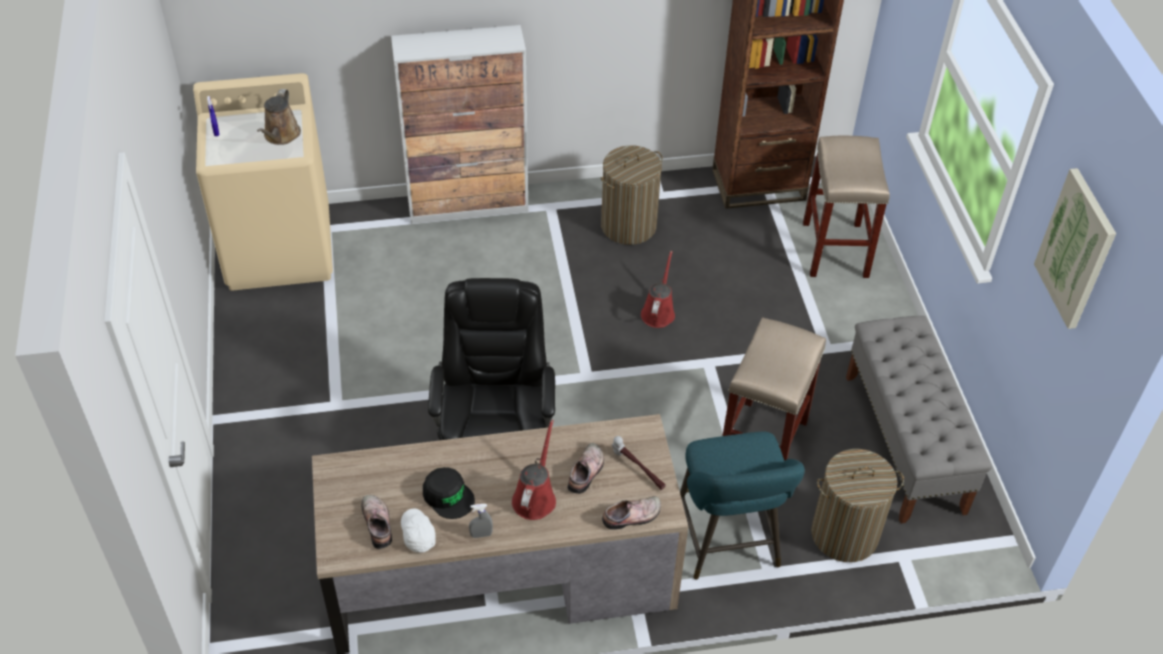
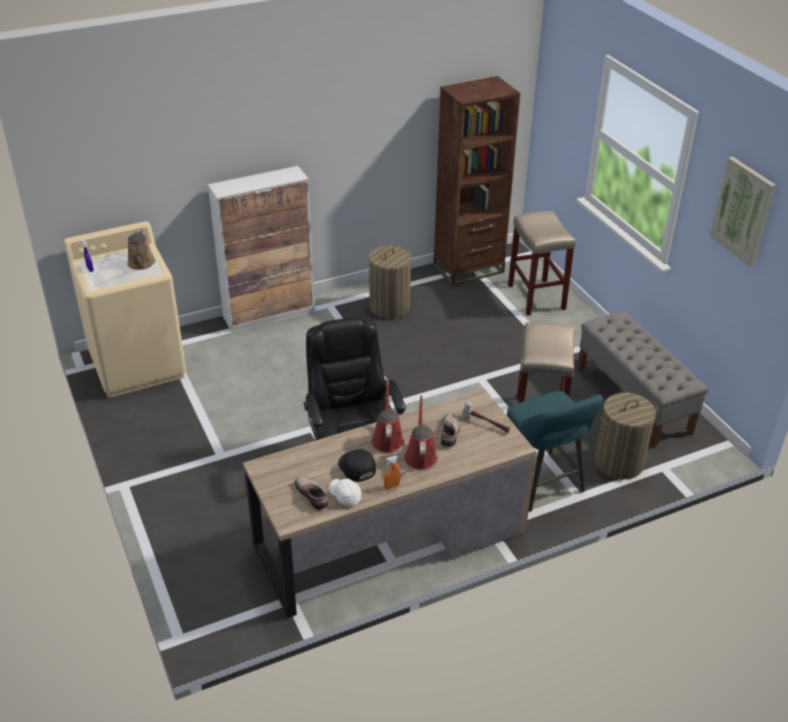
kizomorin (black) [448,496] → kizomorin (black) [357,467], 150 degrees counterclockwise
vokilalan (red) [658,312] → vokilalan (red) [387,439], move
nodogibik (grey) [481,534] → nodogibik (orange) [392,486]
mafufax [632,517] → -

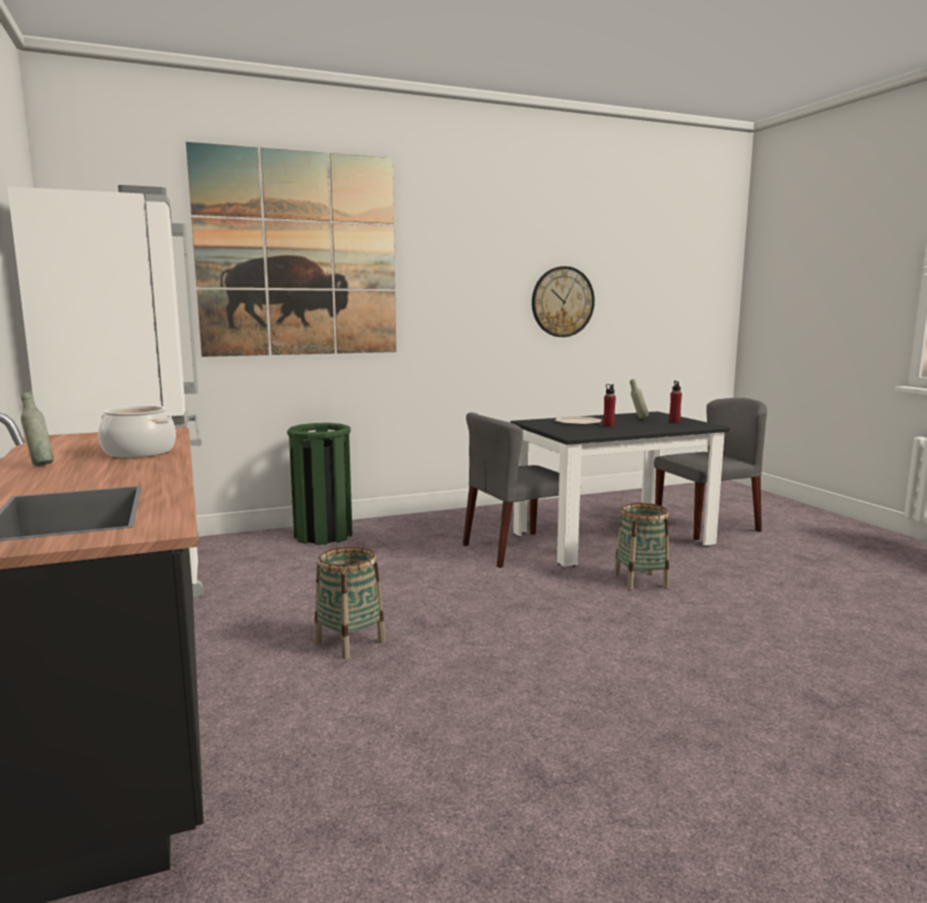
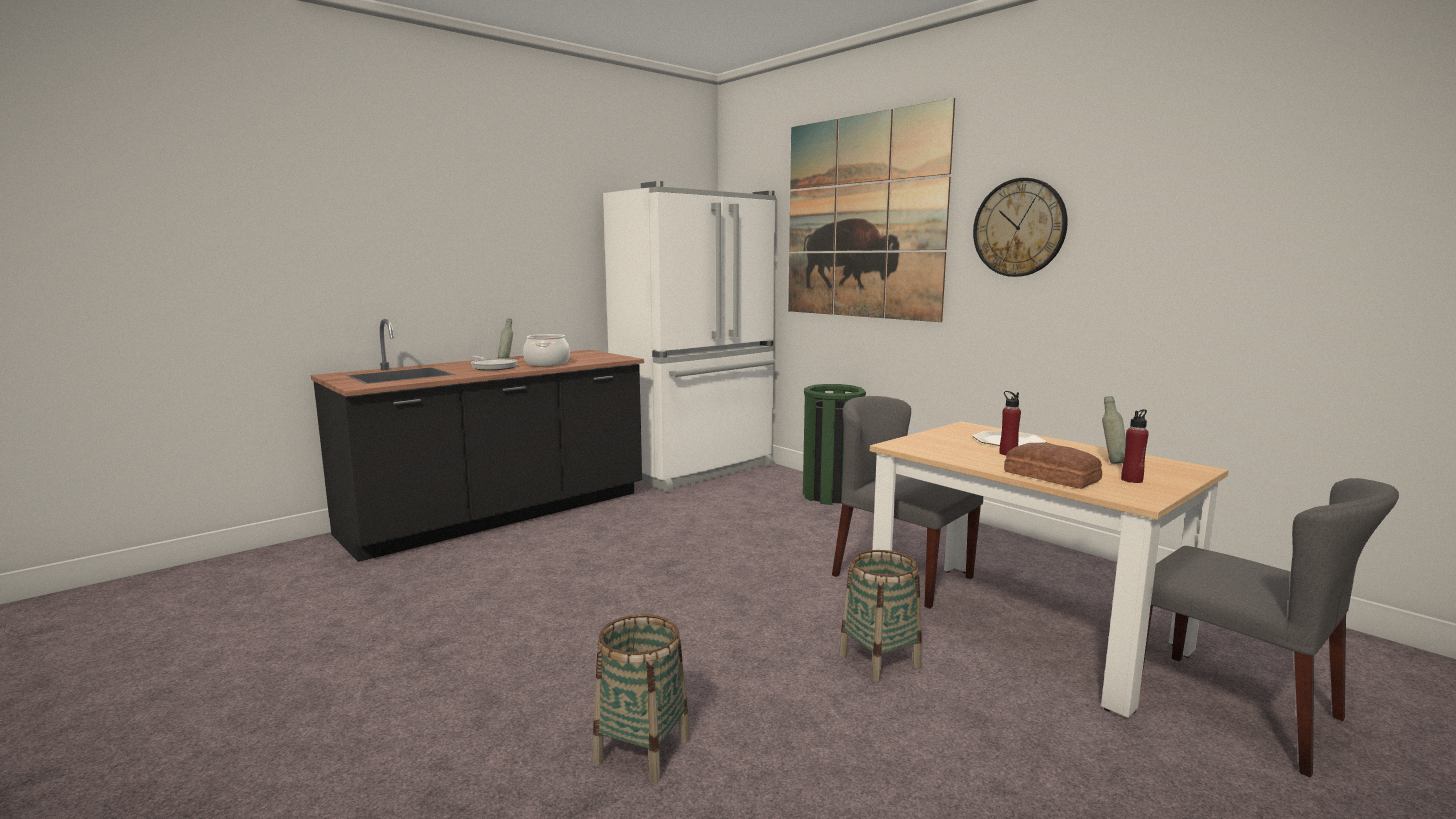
- → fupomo [493,367]
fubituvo [350,642] → fubituvo [642,751], move
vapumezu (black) [612,539] → vapumezu (beige) [1023,629]
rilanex [562,302] → rilanex [1019,228], move
- → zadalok [1051,477]

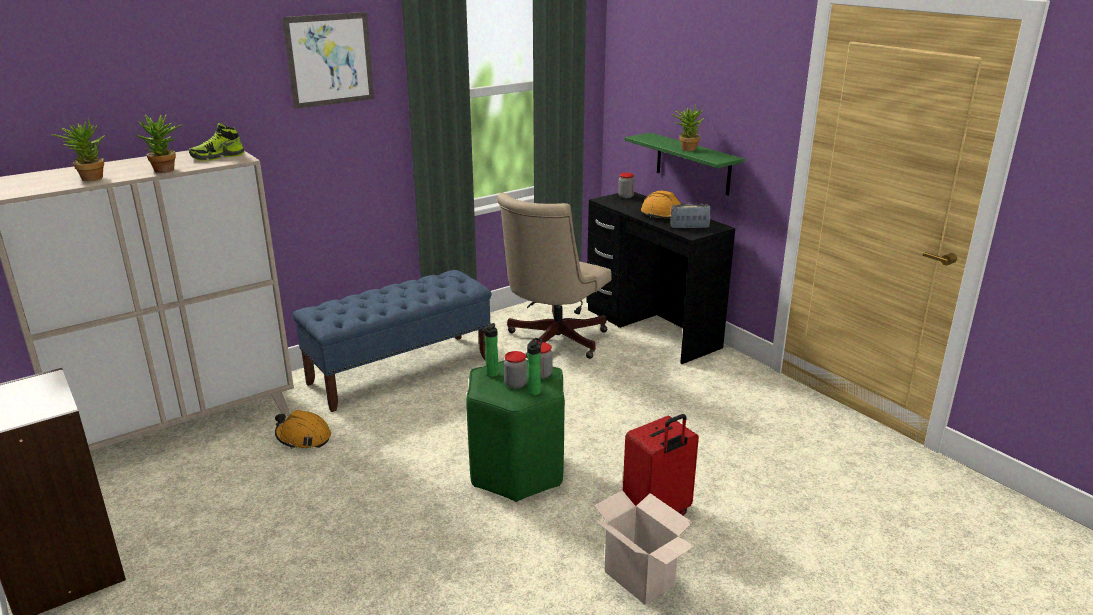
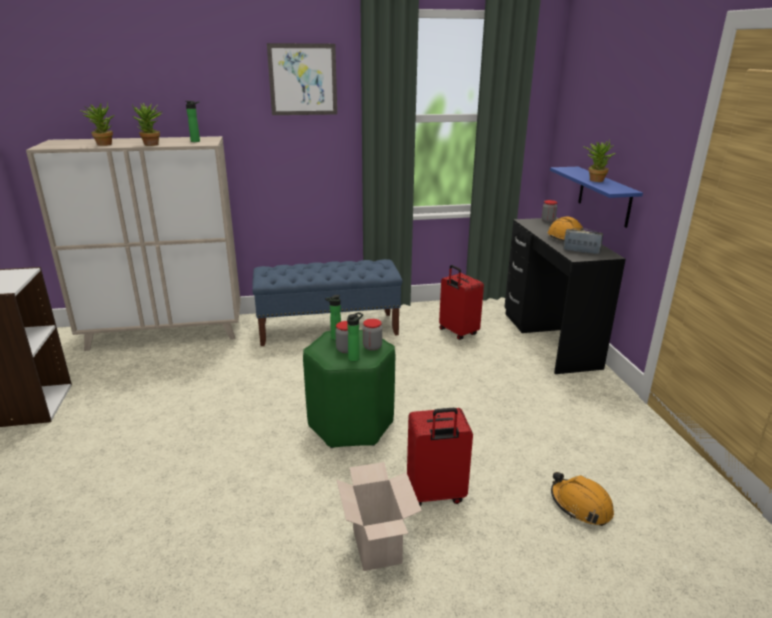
mafufax [218,157] → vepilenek [197,141]
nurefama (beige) [552,342] → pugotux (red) [457,332]
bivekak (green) [693,164] → bivekak (blue) [604,196]
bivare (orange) [303,437] → bivare (orange) [580,506], move

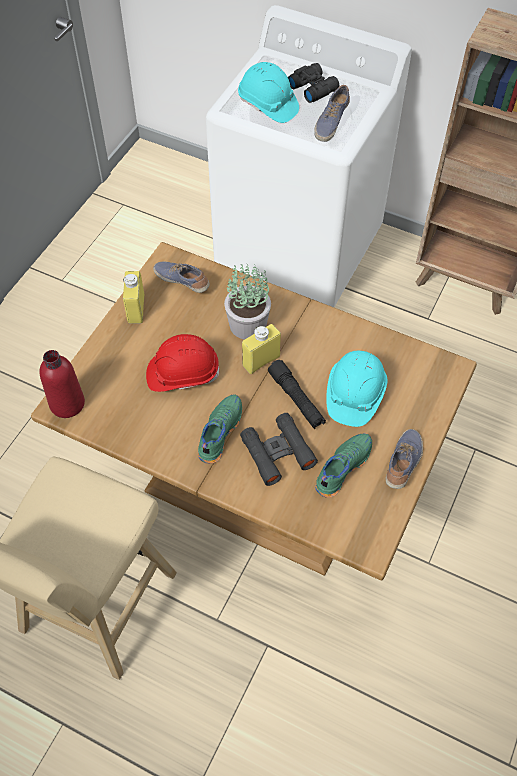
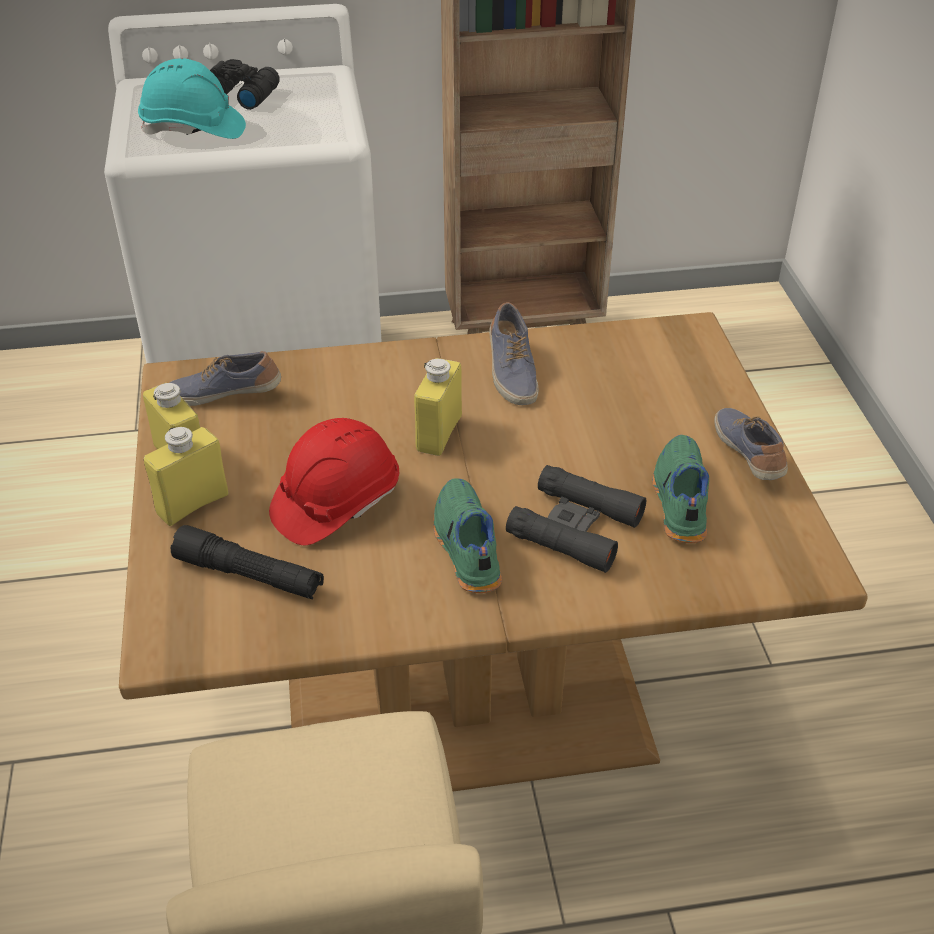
- → vepilenek (yellow) [192,504]
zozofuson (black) [296,399] → zozofuson (black) [249,575], move
mafufax [331,122] → mafufax [511,371], move
vepilenek (red) [67,403] → -
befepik [247,325] → -
bivare (turquoise) [354,395] → -

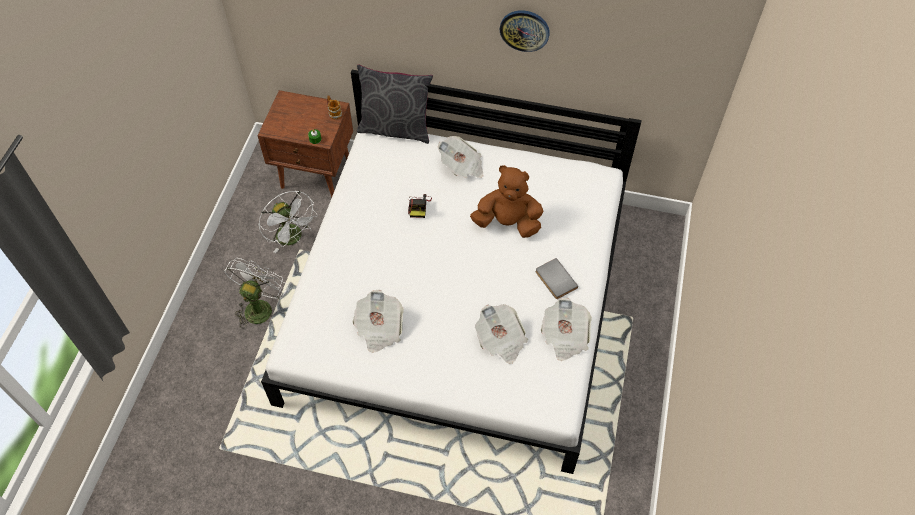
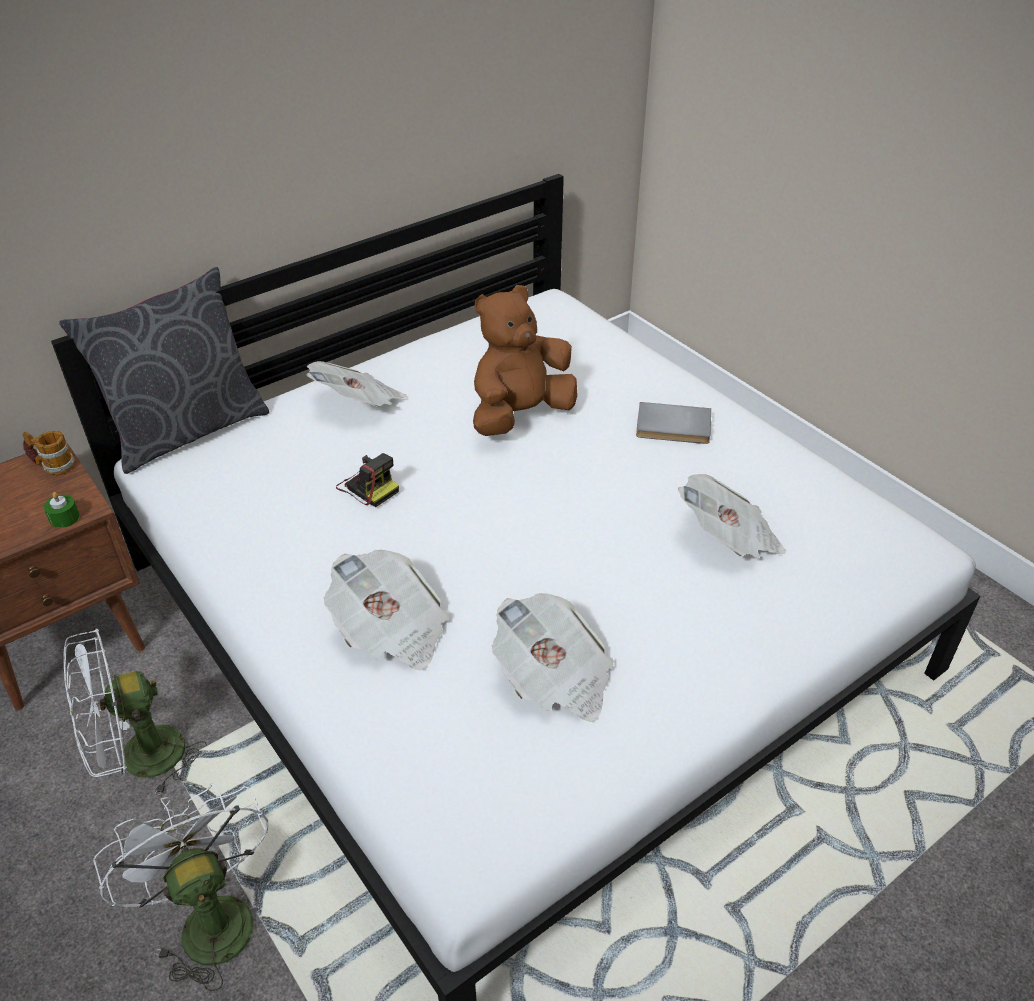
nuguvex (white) [293,238] → nuguvex (white) [139,760], 150 degrees clockwise
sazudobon [565,337] → sazudobon [391,631], move
rilanex [524,30] → -

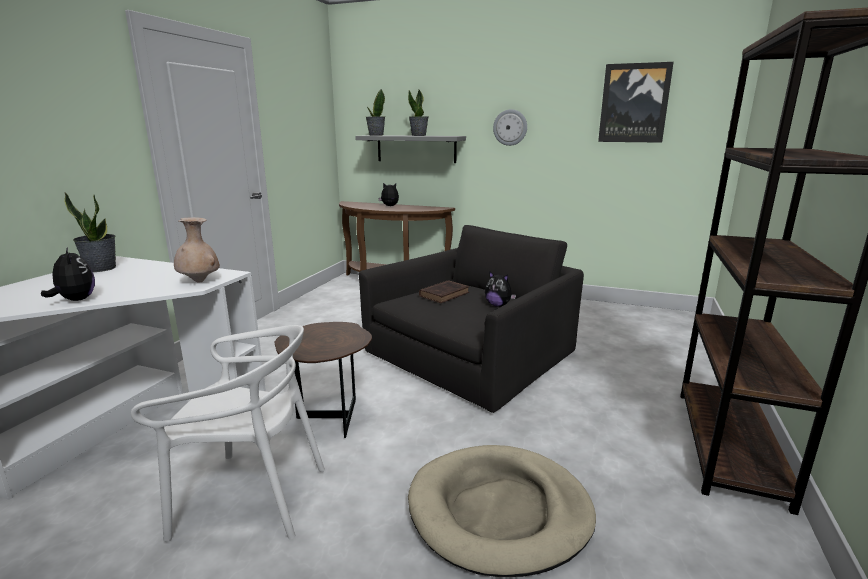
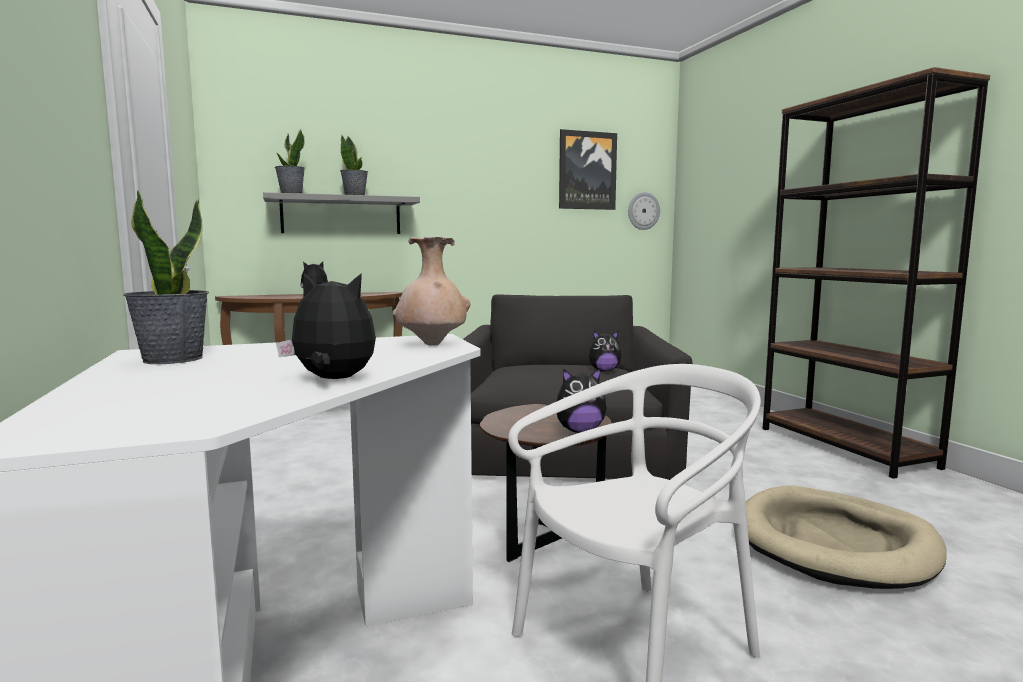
- → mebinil [579,431]
rilanex [510,127] → rilanex [643,211], move
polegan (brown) [445,294] → -

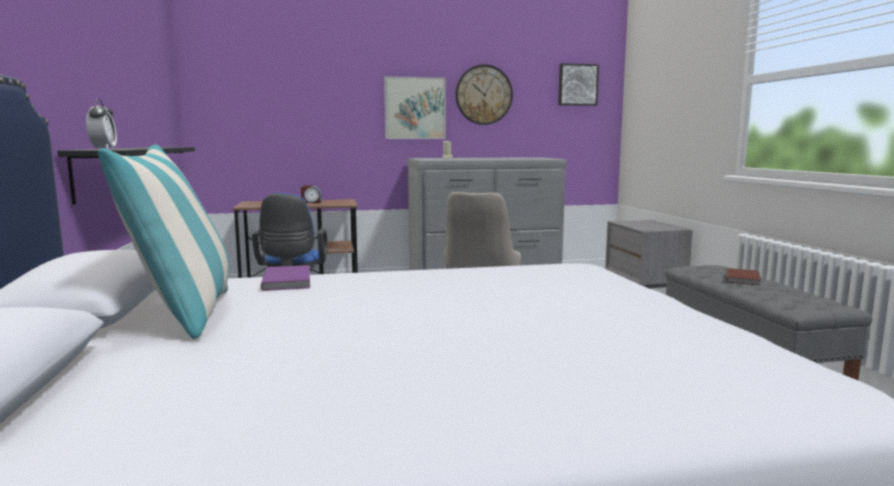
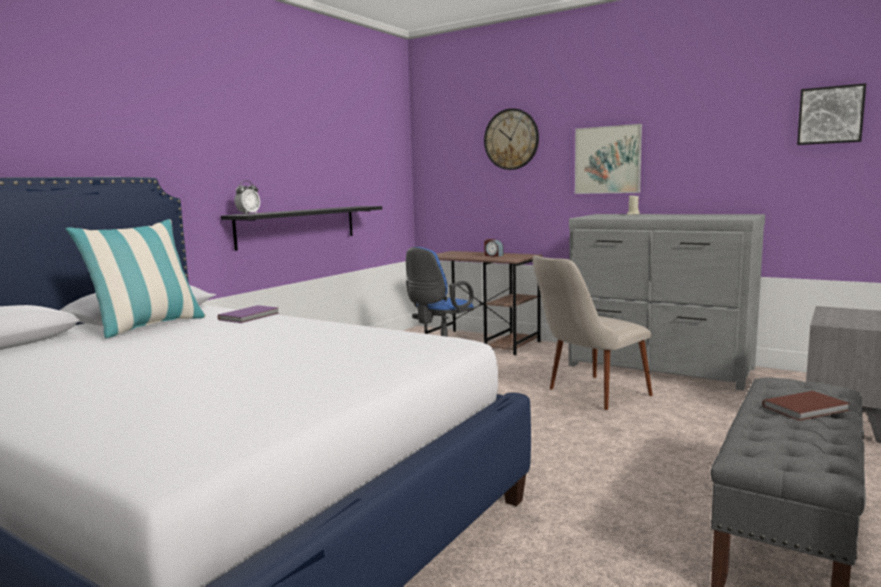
rilanex [483,95] → rilanex [511,139], move

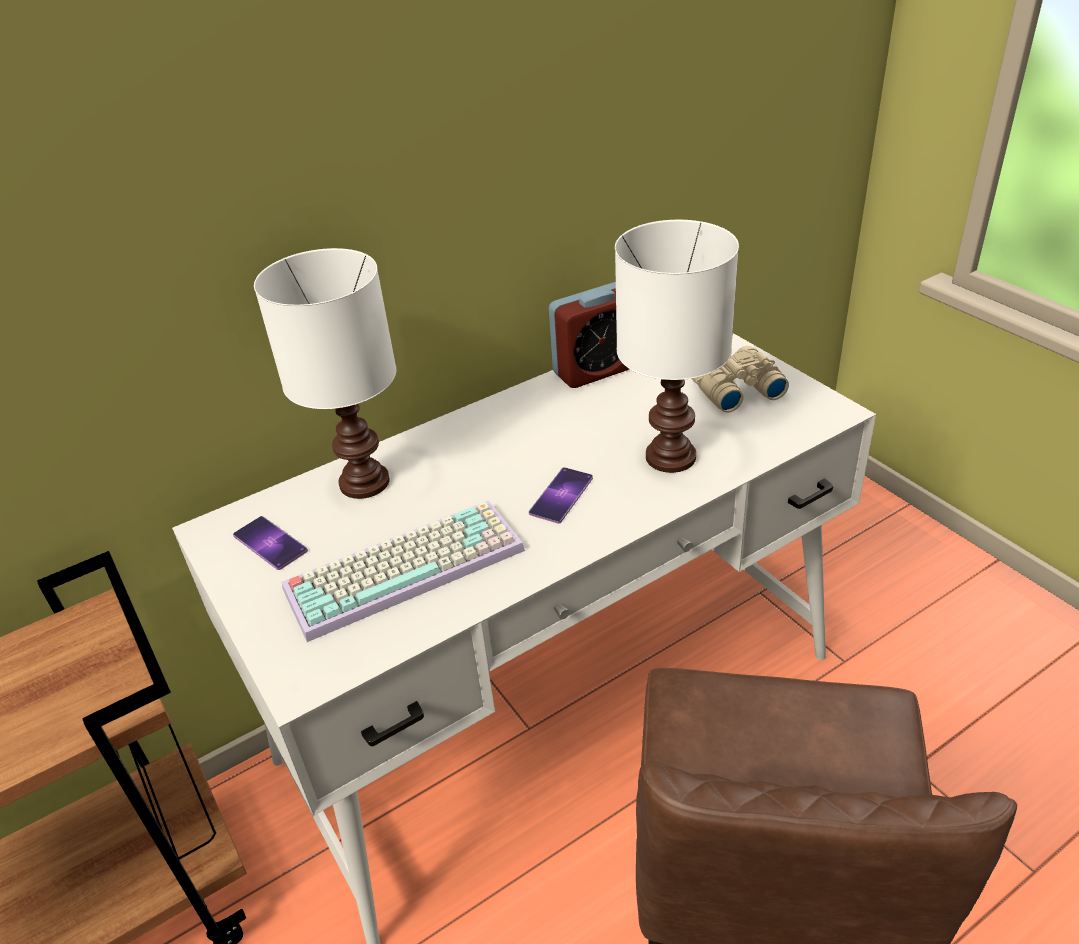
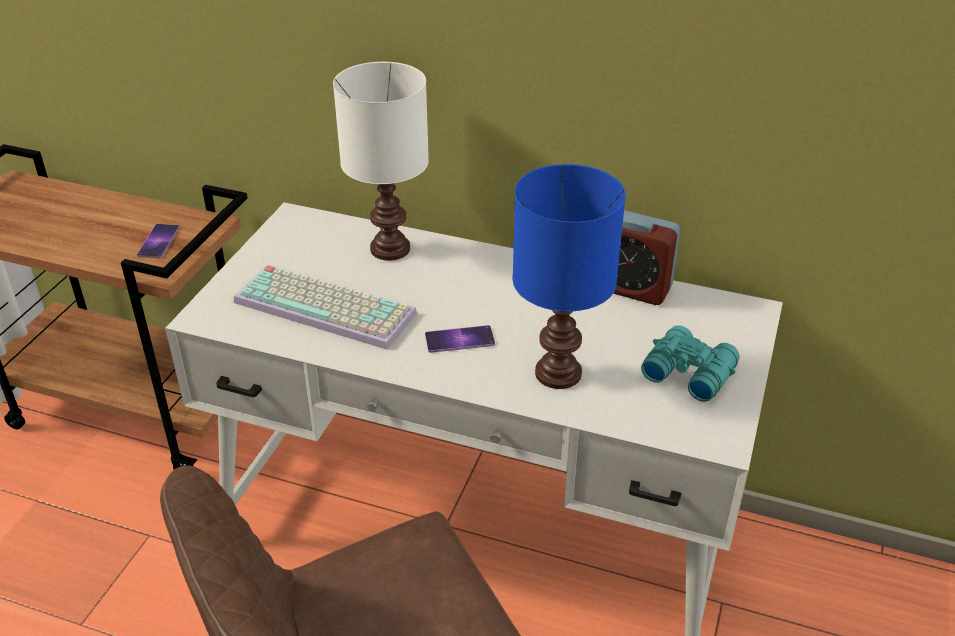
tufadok [270,543] → tufadok [158,241], move
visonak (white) [672,456] → visonak (blue) [560,374]
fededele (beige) [734,389] → fededele (turquoise) [688,371]

